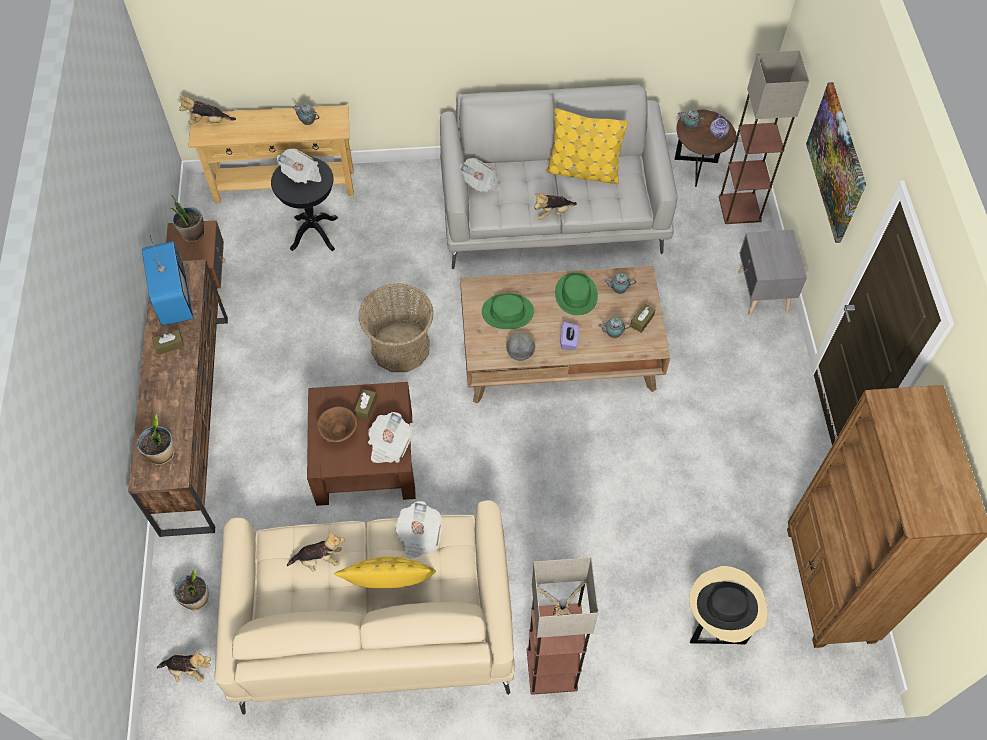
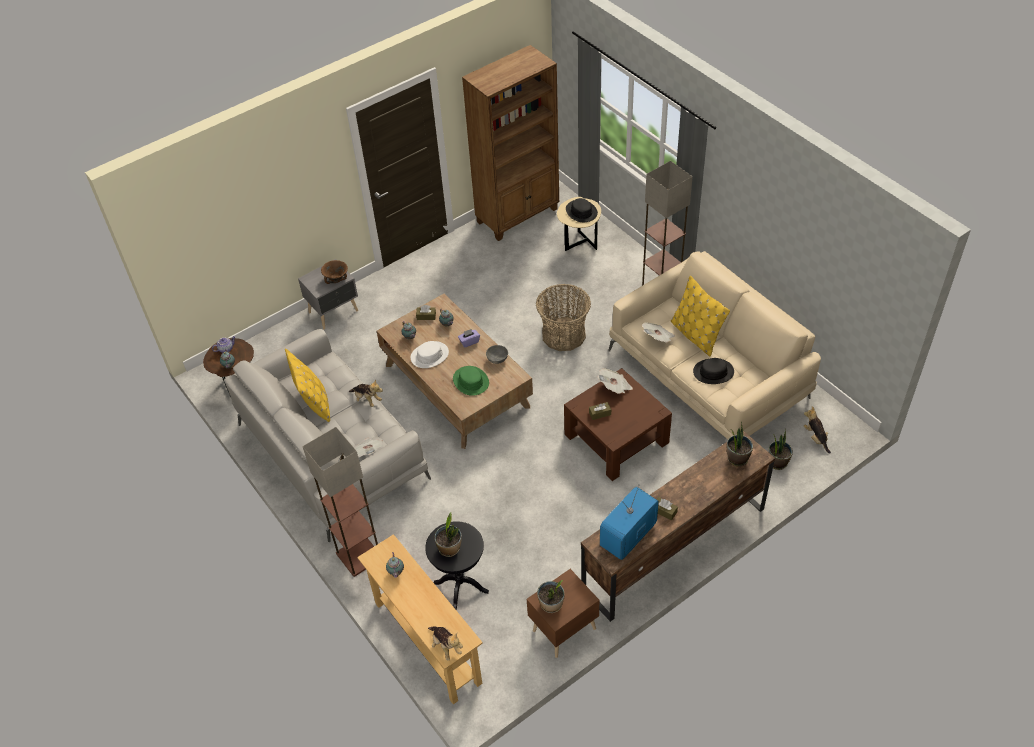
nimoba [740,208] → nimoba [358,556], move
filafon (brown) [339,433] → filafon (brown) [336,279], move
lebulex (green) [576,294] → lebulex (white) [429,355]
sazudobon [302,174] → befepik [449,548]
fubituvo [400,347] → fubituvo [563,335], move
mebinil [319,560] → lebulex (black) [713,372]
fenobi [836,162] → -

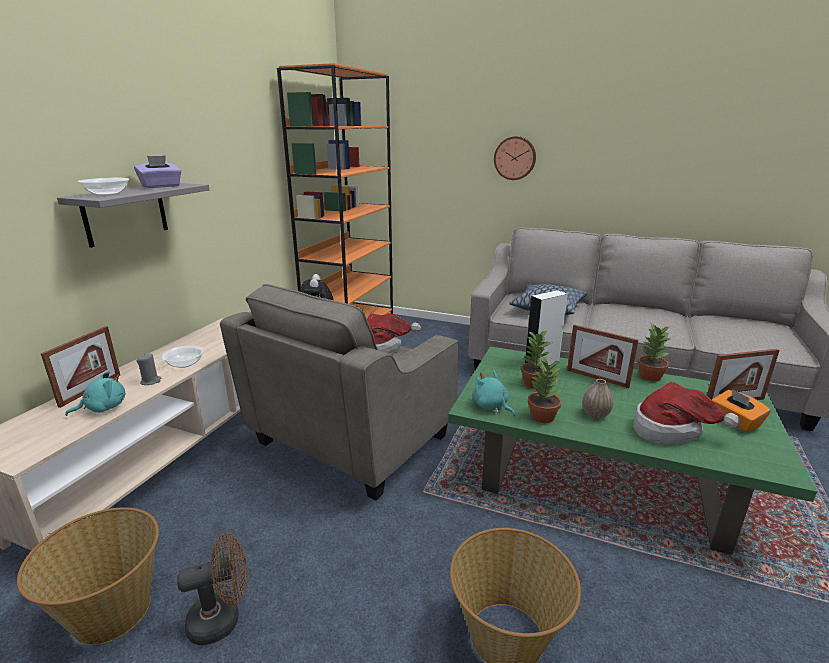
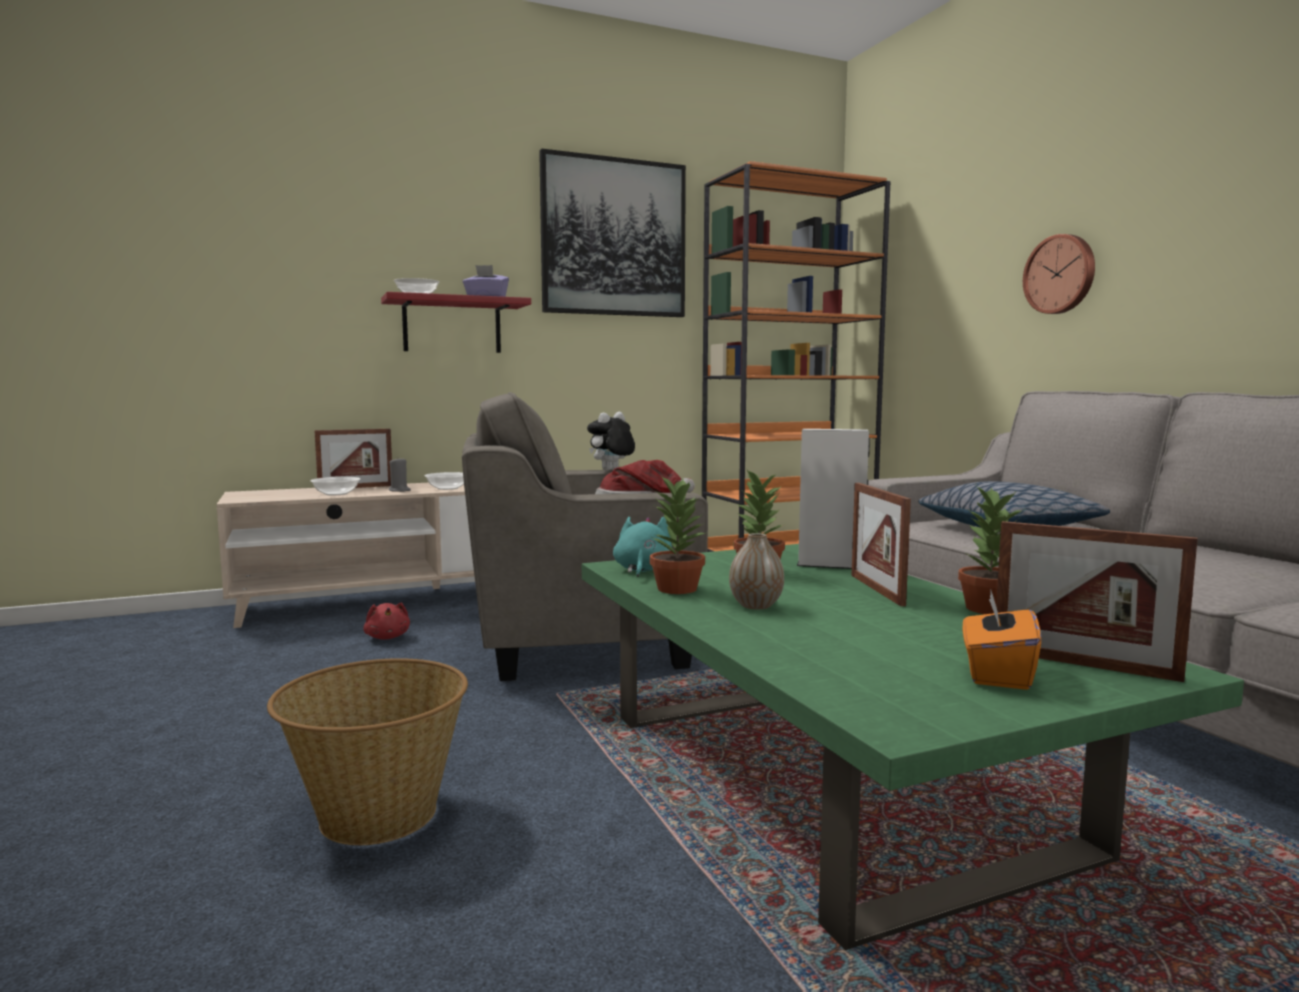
mebinil (turquoise) [103,408] → filafon [336,494]
- → mebinil (red) [387,637]
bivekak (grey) [125,214] → bivekak (red) [452,326]
- → fenobi [614,238]
fubituvo [112,610] → -
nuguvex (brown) [222,618] → -
lebulex [671,430] → -

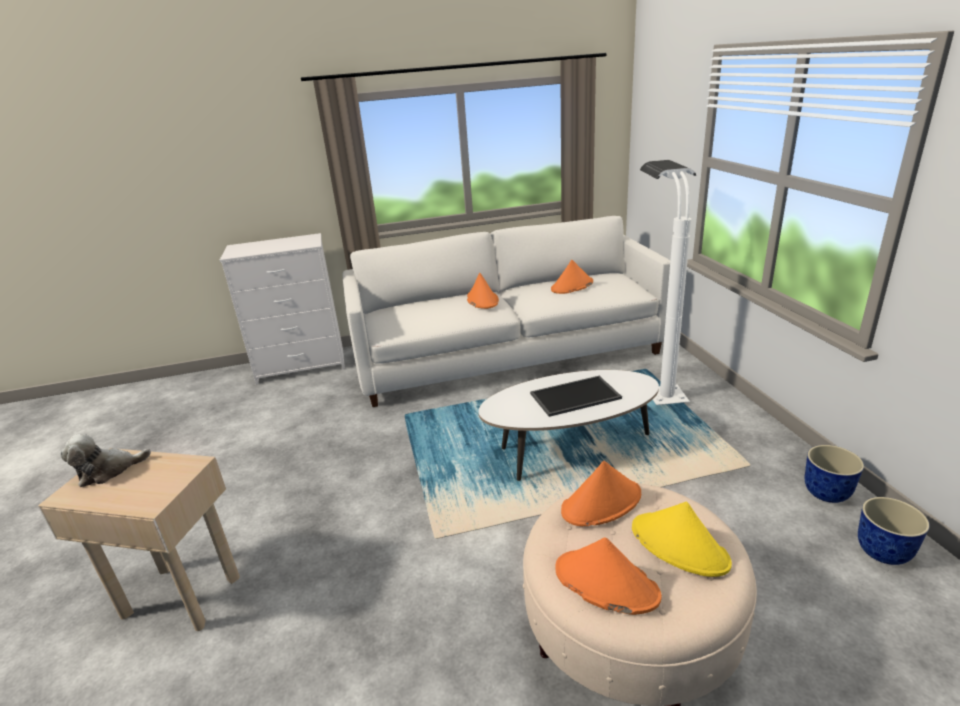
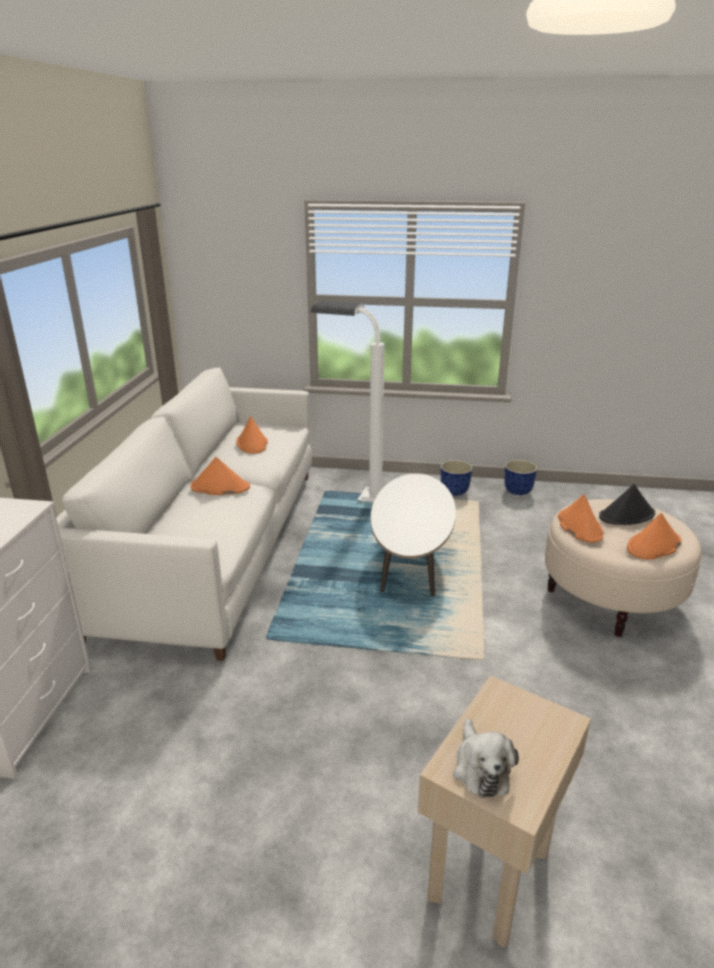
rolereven [884,552] → rolereven [455,491], move
lebulex (yellow) [679,545] → lebulex (black) [627,515]
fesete [575,397] → -

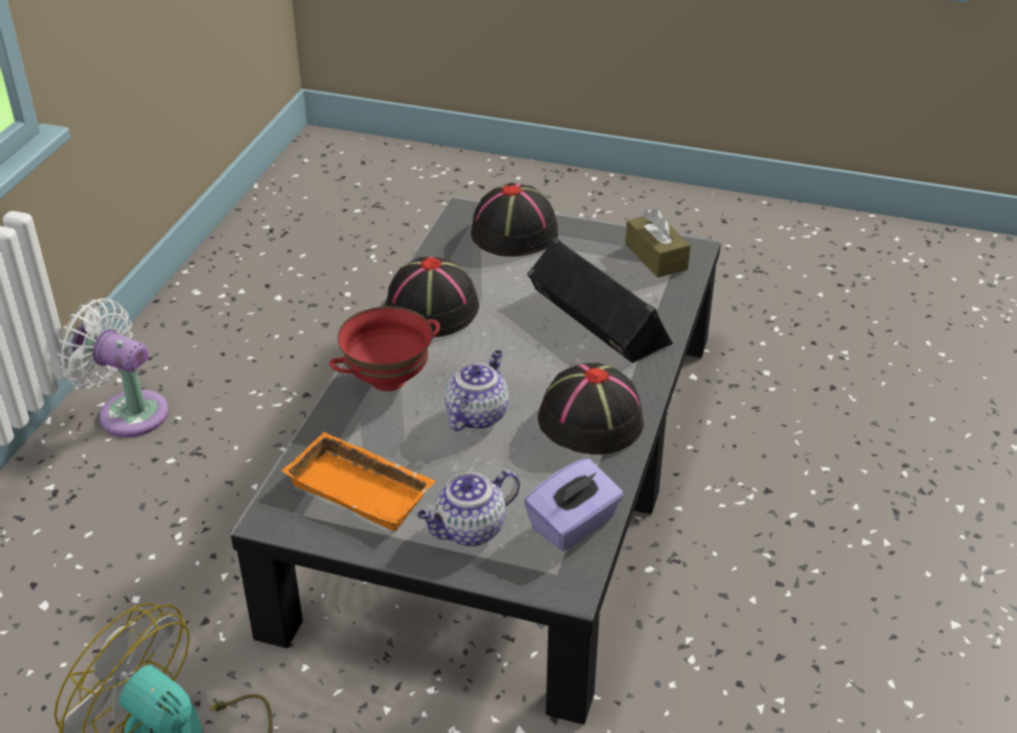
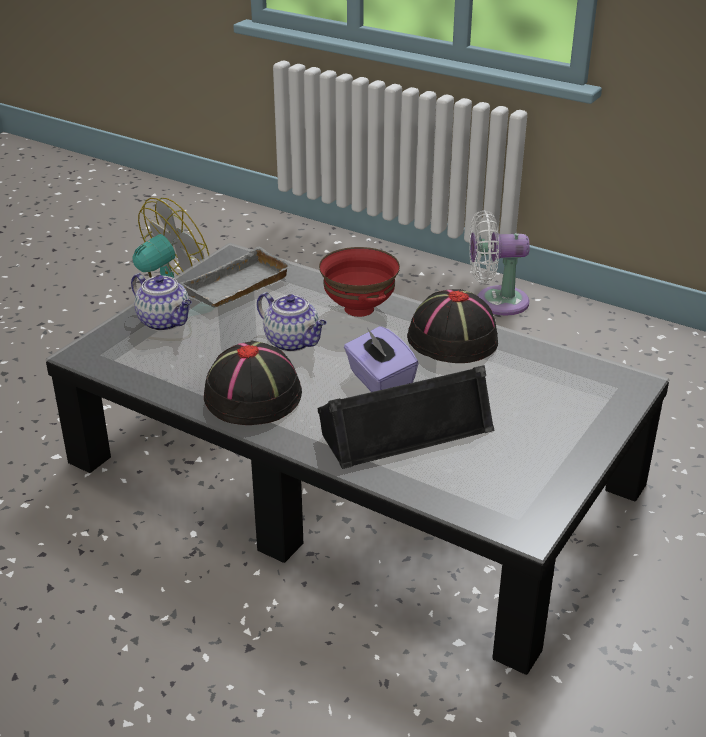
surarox [469,531] → surarox [165,322], 150 degrees clockwise
fesete (orange) [363,488] → fesete (grey) [238,287]
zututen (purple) [573,525] → zututen (purple) [379,381], move
nuguvex (white) [127,412] → nuguvex (white) [496,302], 135 degrees counterclockwise
lebulex (black) [515,233] → -
zututen (brown) [656,256] → -

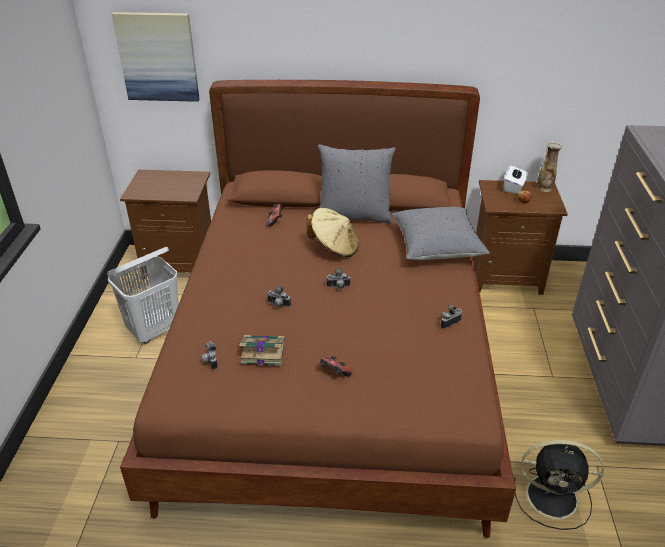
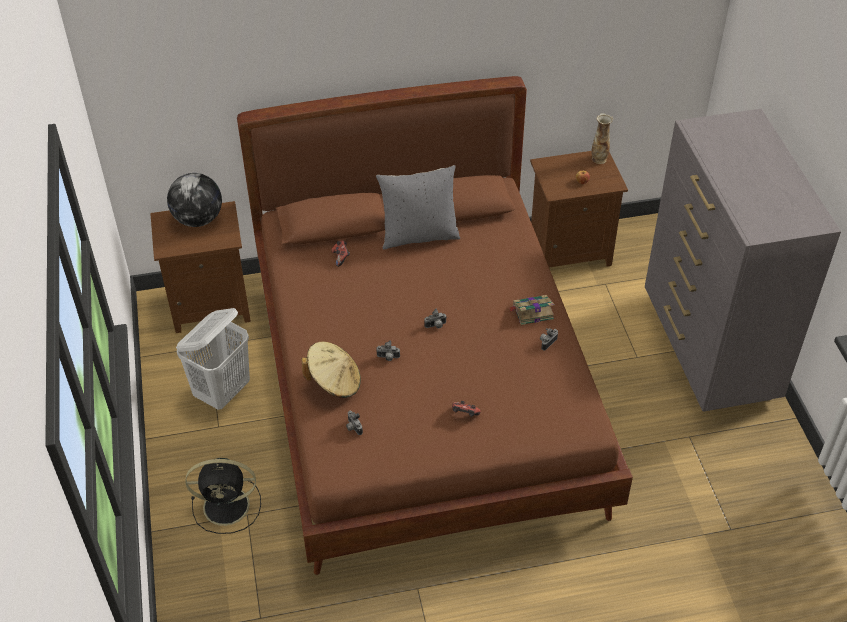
- → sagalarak [198,220]
nuguvex (black) [554,497] → nuguvex (black) [228,506], move
lebulex (beige) [334,247] → lebulex (beige) [334,382], move
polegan [262,352] → polegan [532,312], move
fenobi [158,57] → -
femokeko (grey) [436,247] → -
zututen (white) [514,187] → -

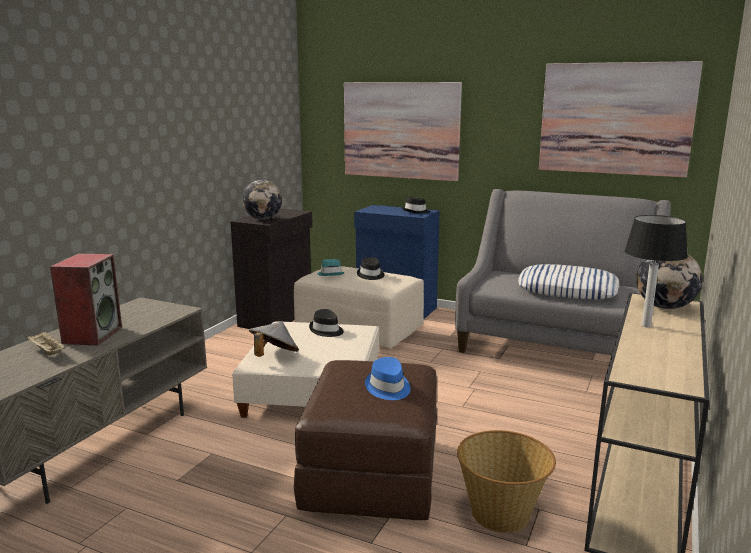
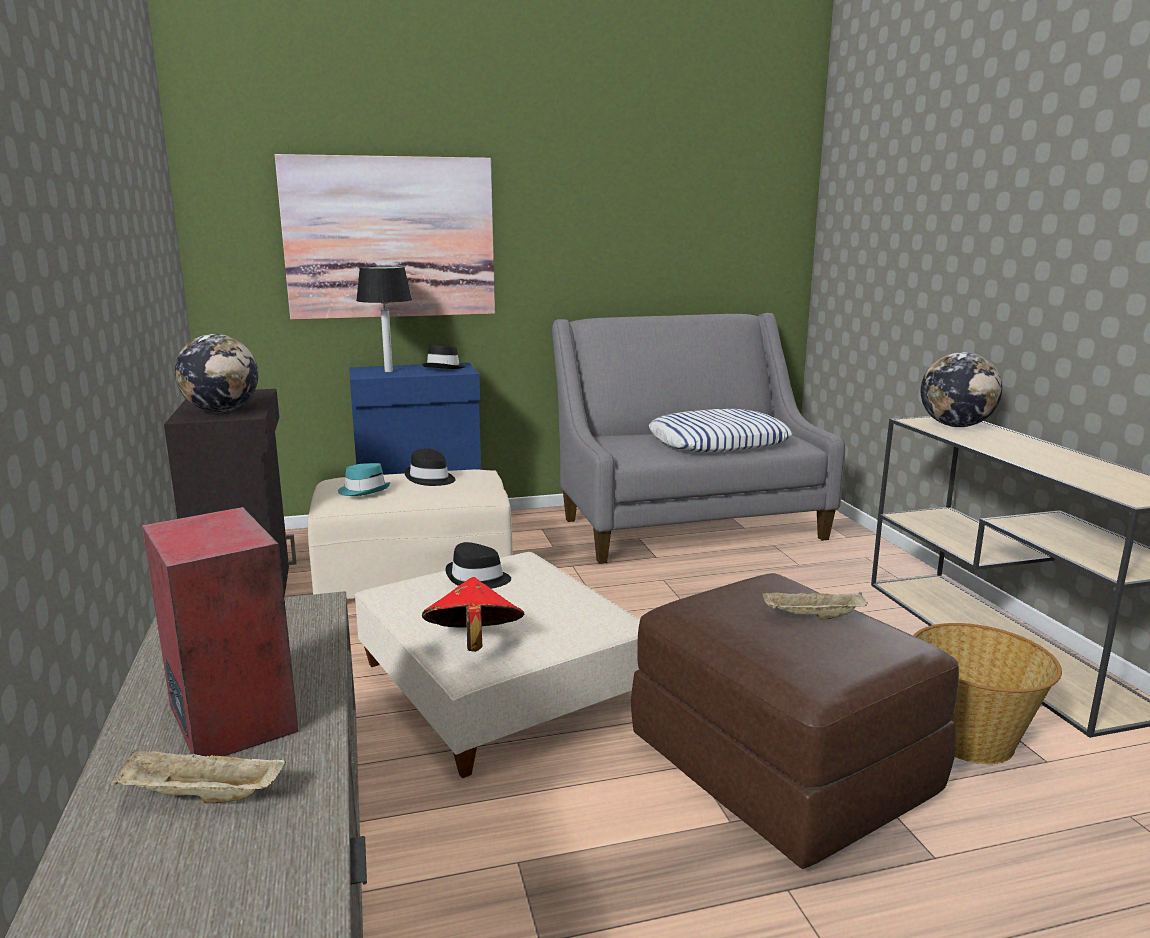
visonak [645,325] → visonak [388,371], move
lebulex (grey) [274,356] → lebulex (red) [473,644]
lebulex (blue) [388,388] → fesete (beige) [812,617]
fenobi [615,119] → -

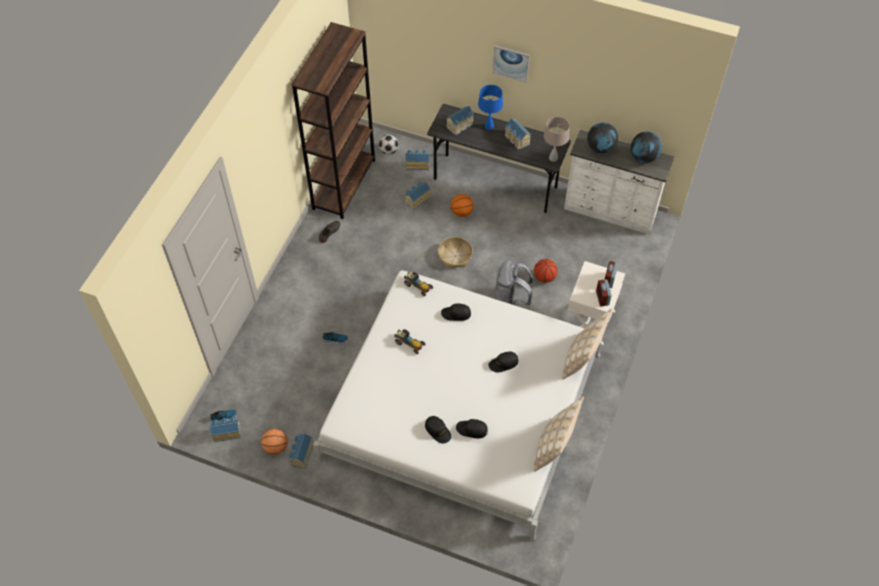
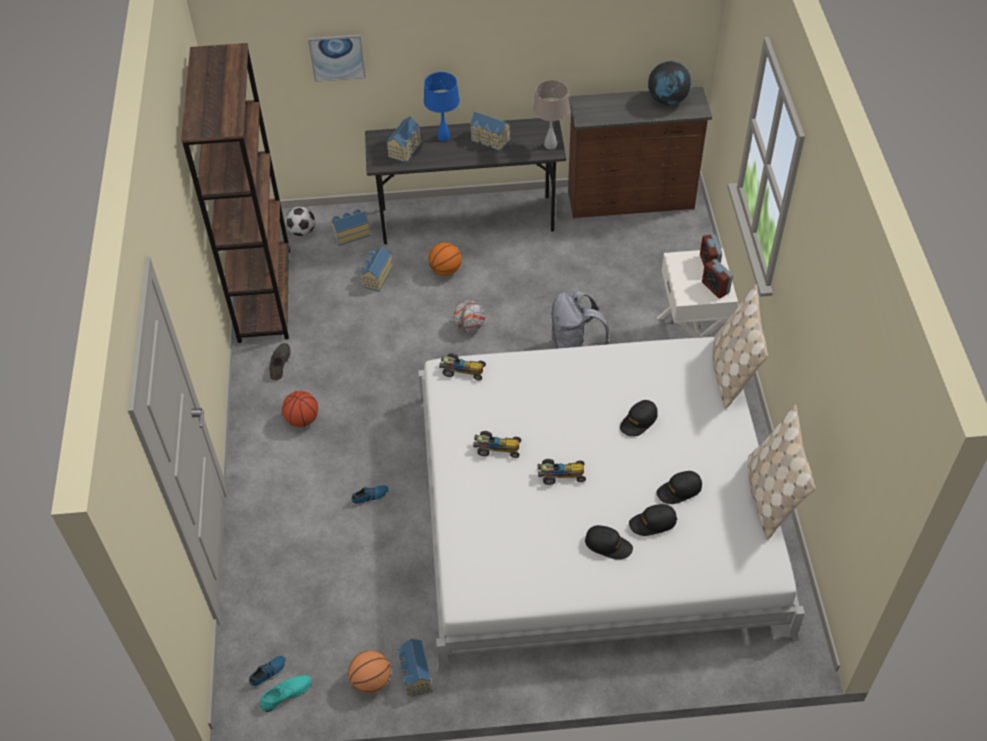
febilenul [226,432] → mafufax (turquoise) [286,693]
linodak [544,277] → linodak [302,419], move
fenobi [511,63] → fenobi [337,57], move
fubituvo [455,256] → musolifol [469,326]
- → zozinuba [560,474]
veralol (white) [610,212] → veralol (brown) [631,201]
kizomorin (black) [456,314] → kizomorin (black) [679,490], move
sagalarak [601,148] → -

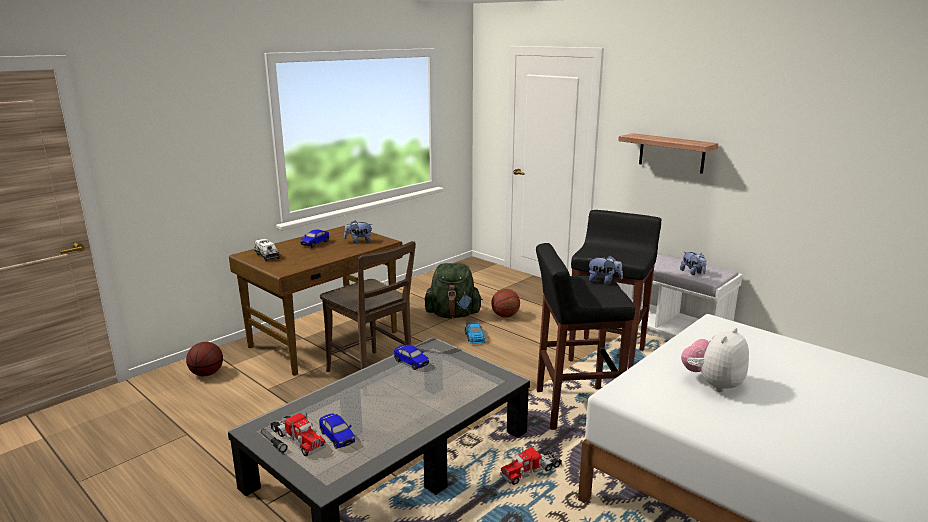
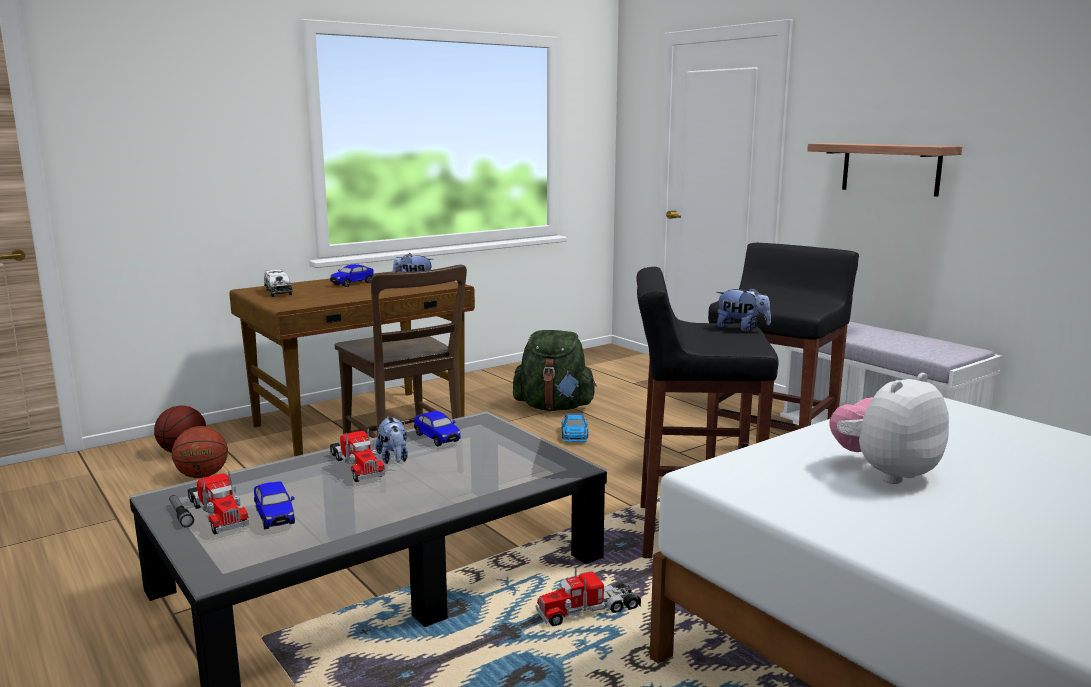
linodak [505,316] → linodak [202,476], move
- → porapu [356,466]
mebinil [692,273] → mebinil [394,459], move

